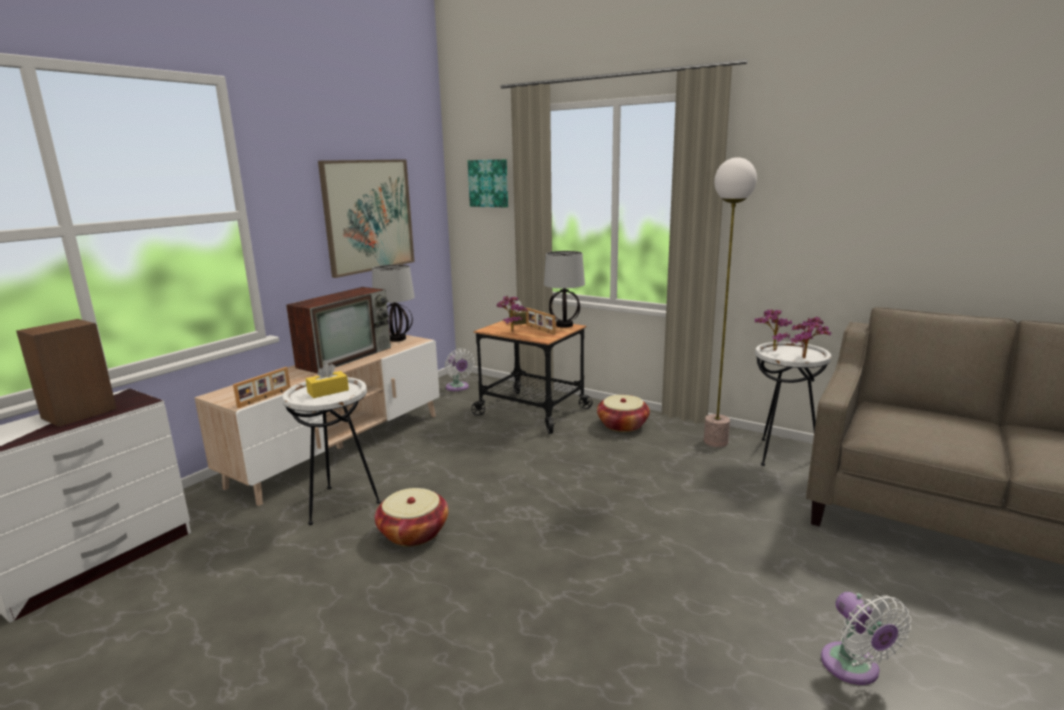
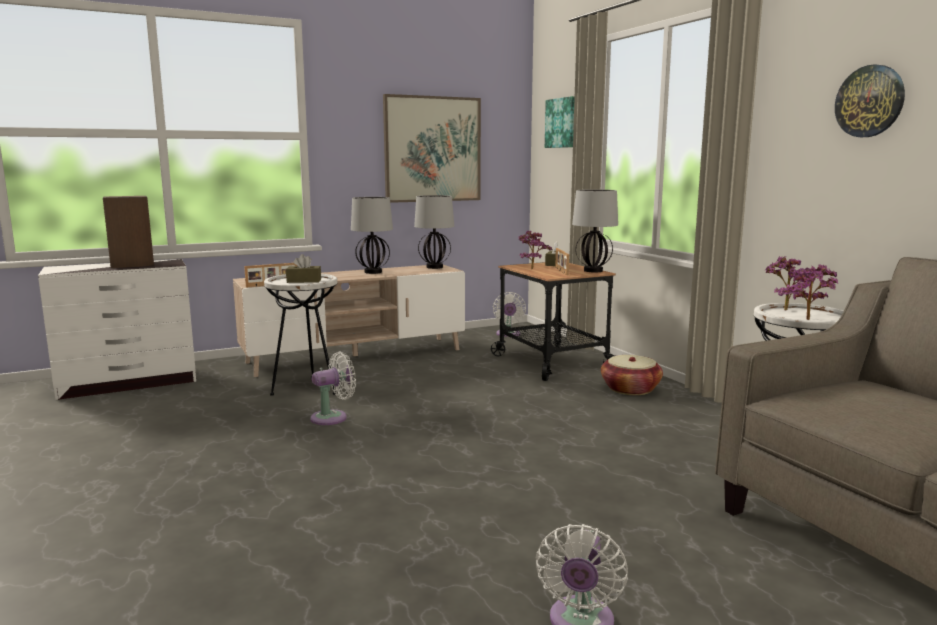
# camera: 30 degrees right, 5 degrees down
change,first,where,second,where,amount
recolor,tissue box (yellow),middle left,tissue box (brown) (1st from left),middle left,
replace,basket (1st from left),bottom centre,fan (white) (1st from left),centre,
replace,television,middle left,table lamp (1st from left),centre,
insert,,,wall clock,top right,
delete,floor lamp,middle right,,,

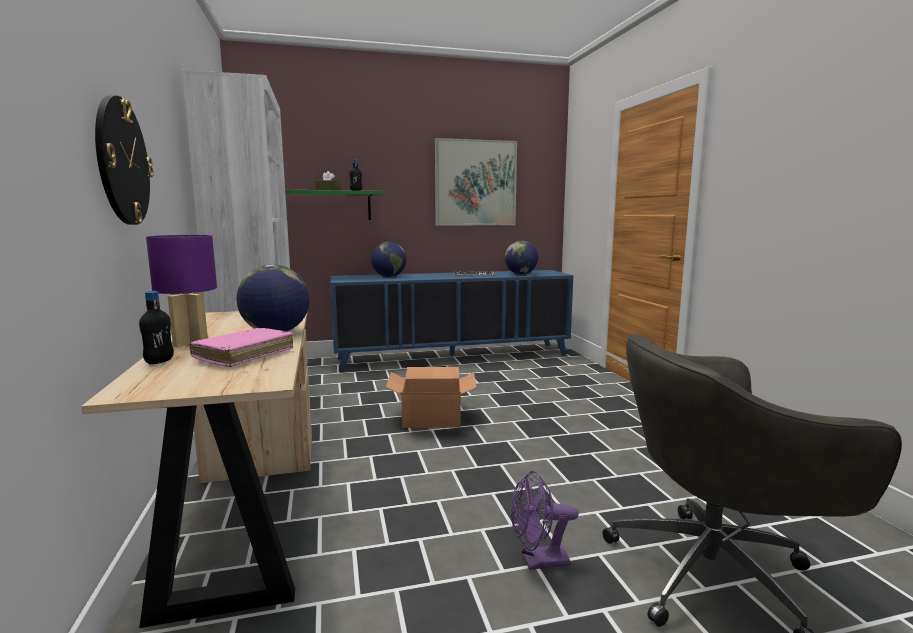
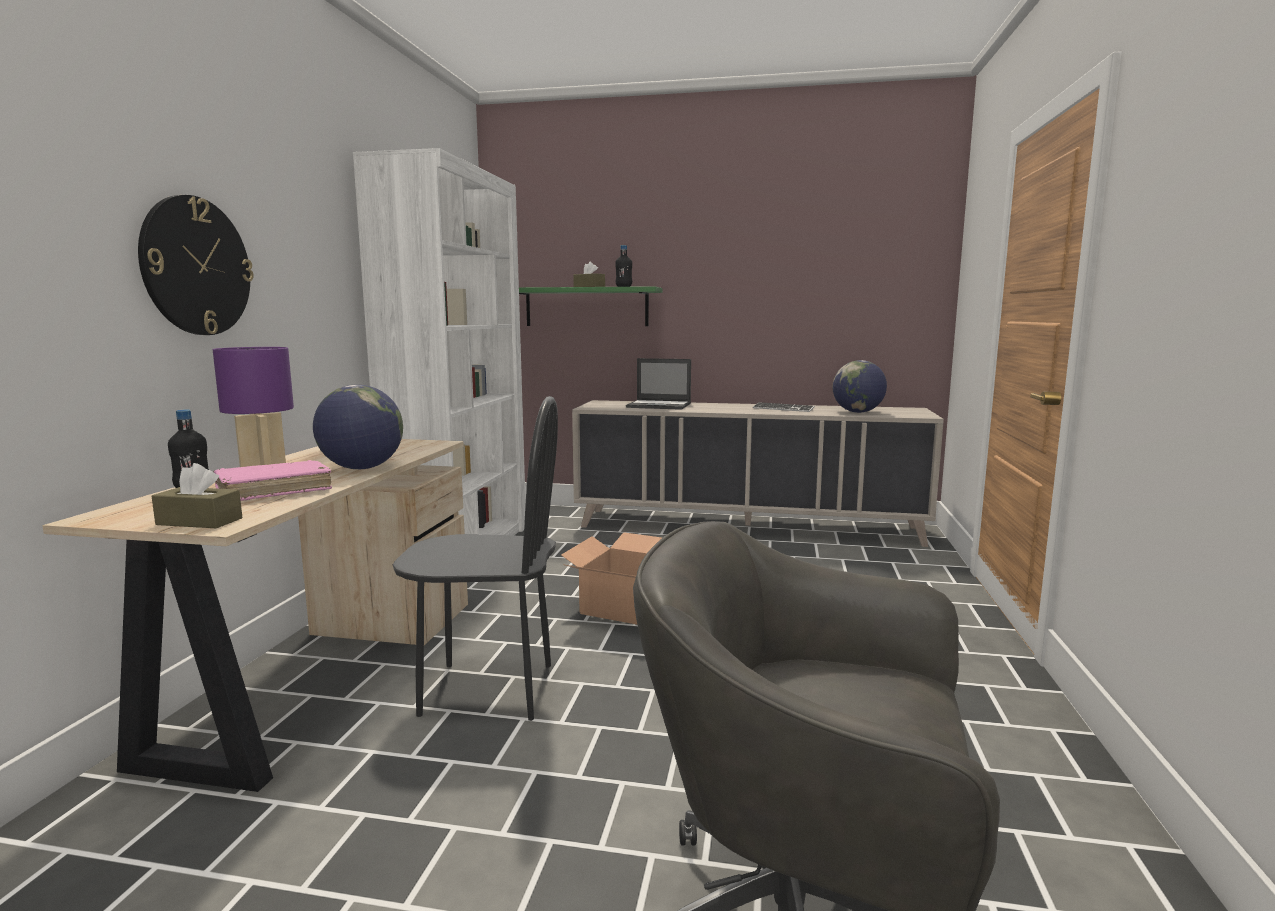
# camera: 25 degrees right, 0 degrees up
change,first,where,second,where,amount
insert,,,tissue box (brown) (1st from left),middle left,
insert,,,chair (black),centre,
recolor,cabinet (blue),centre,cabinet (beige),centre,
replace,globe (2nd from left),centre,laptop,centre,
delete,picture,top centre,,,
delete,fan (purple),bottom centre,,,

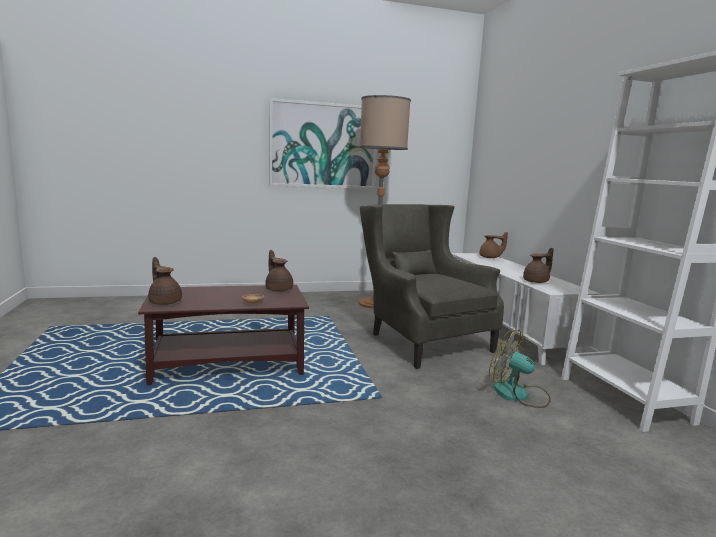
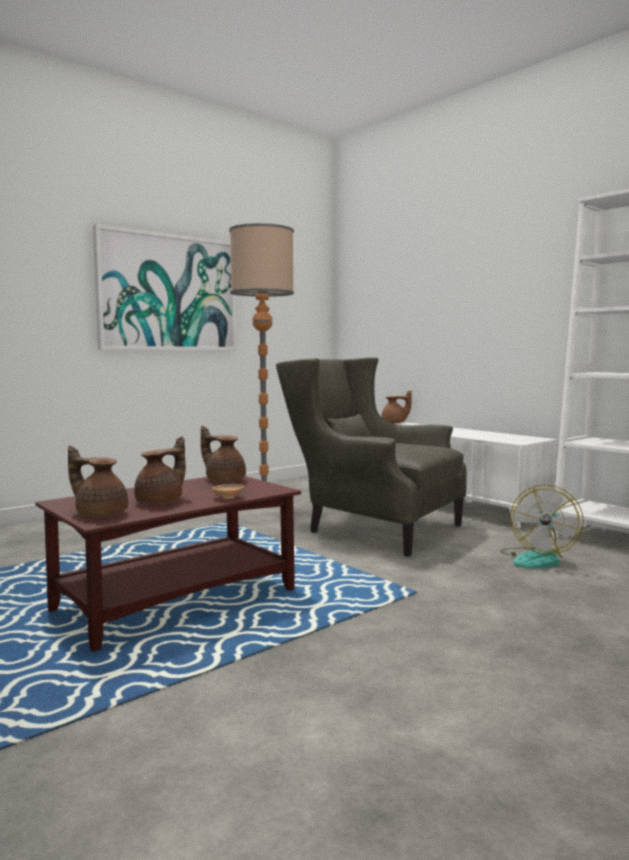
# camera: 25 degrees left, 5 degrees down
change,first,where,second,where,amount
move,teapot (brown) (4th from left in the first image),middle right,teapot (brown) (2nd from left),middle left,
rotate,fan,bottom right,,middle right,75 degrees counterclockwise

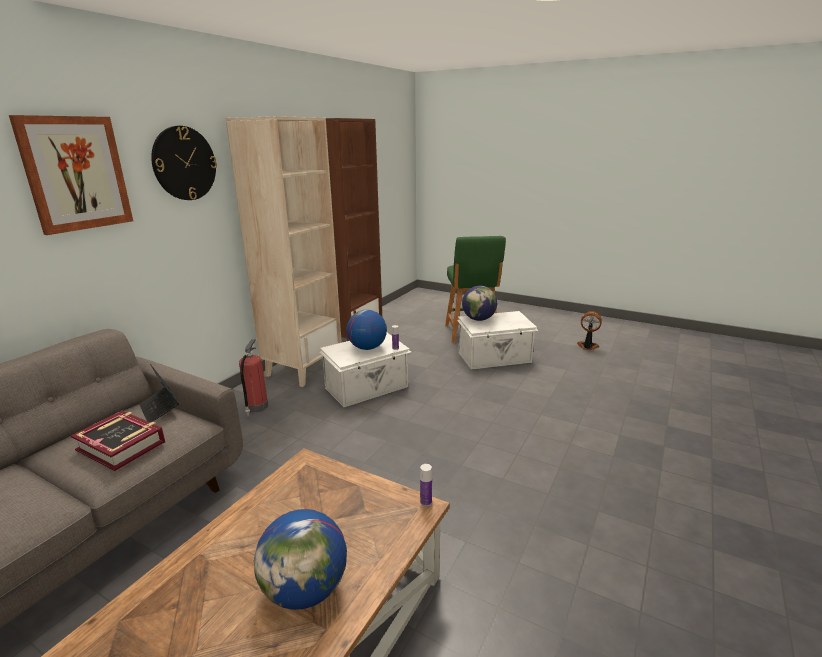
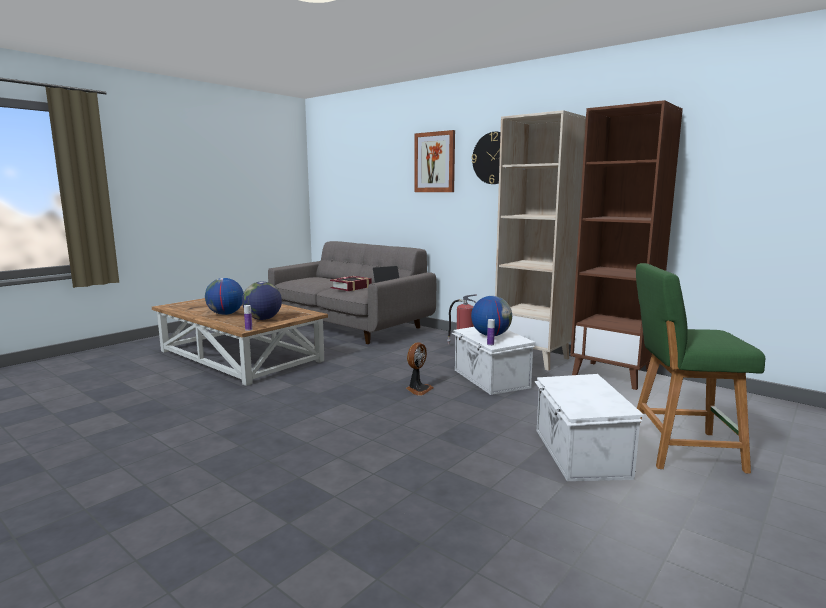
# camera: 100 degrees right, 10 degrees down
change,first,where,second,where,amount
move,globe (3rd from left in the first image),centre,globe (2nd from left),middle left,
move,fan,middle right,,centre,

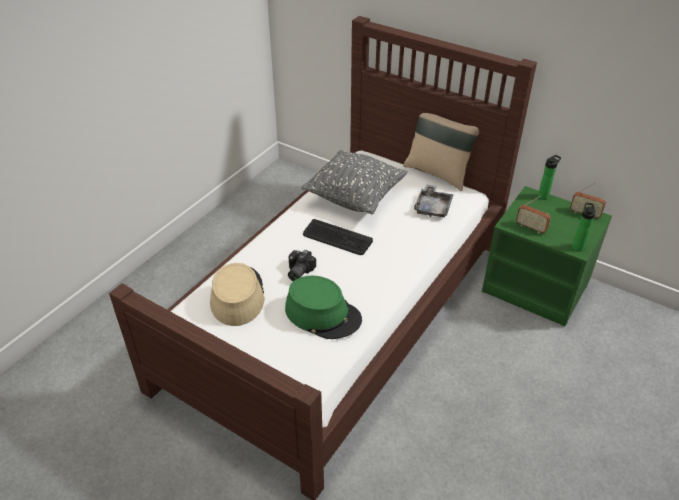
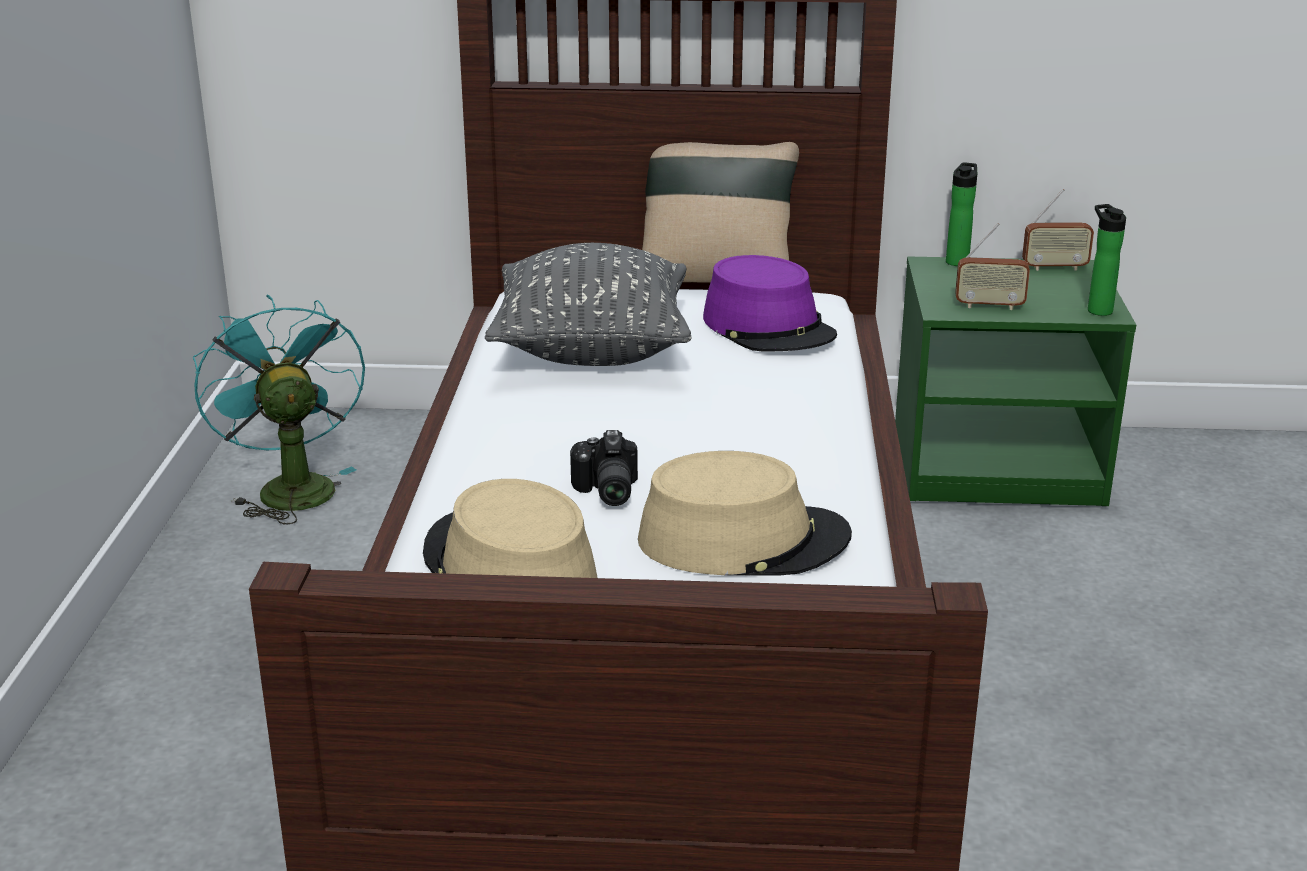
# camera: 30 degrees left, 15 degrees down
change,first,where,second,where,amount
insert,,,fan (turquoise),middle left,
recolor,hat (green),centre,hat (beige) (2nd from left),centre,
replace,tray (grey),centre,hat (purple),centre,
delete,keyboard,centre,,,

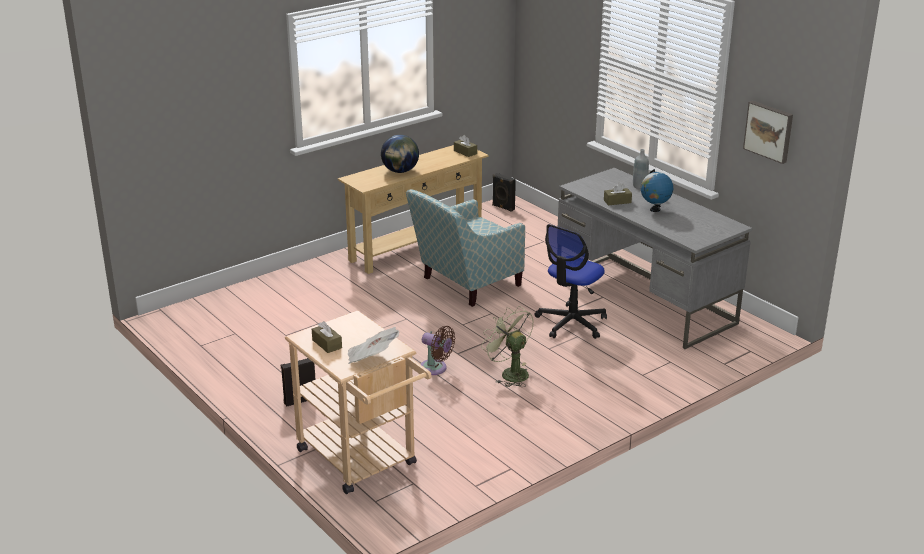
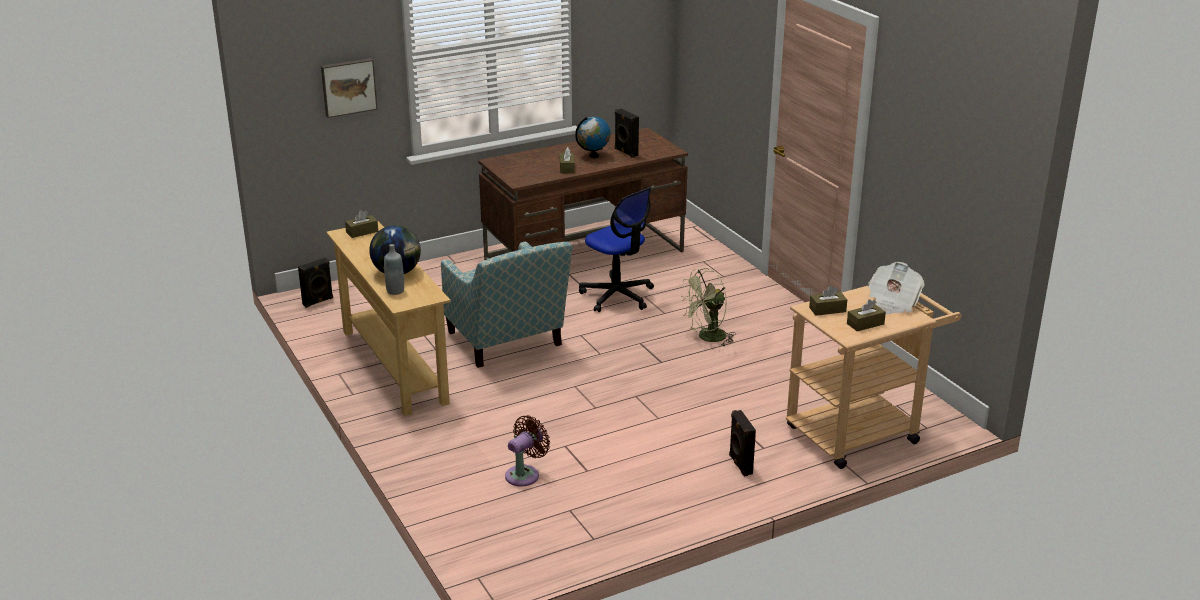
# camera: 80 degrees left, 0 degrees up
change,first,where,second,where,amount
move,picture,top right,,top left,
move,bottle (grey),top right,,middle left,
recolor,desk (grey),middle right,desk (brown),top centre,
move,fan (brown),centre,,bottom centre,
insert,,,speaker (black) (2nd from left),top centre,
insert,,,tissue box (brown) (3rd from left),middle right,

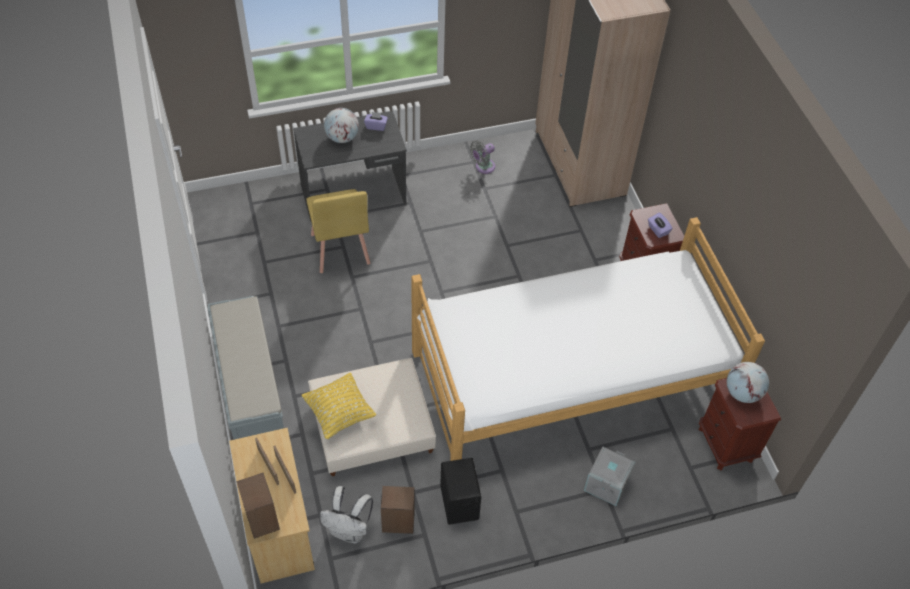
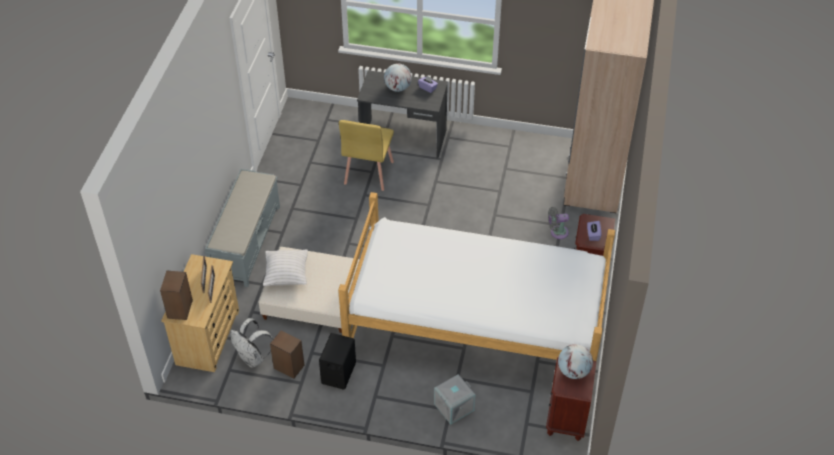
# camera: 30 degrees right, 5 degrees down
change,first,where,second,where,amount
recolor,pillow (yellow),bottom centre,pillow (white),centre,
move,fan (grey),top centre,,middle right,

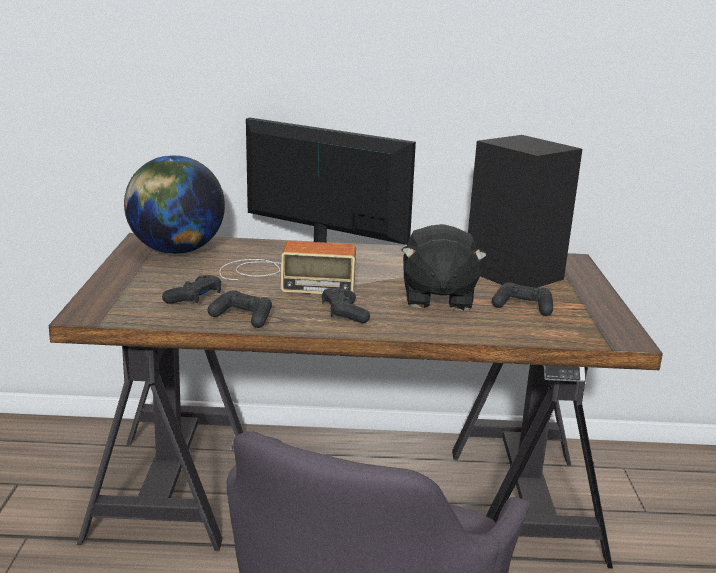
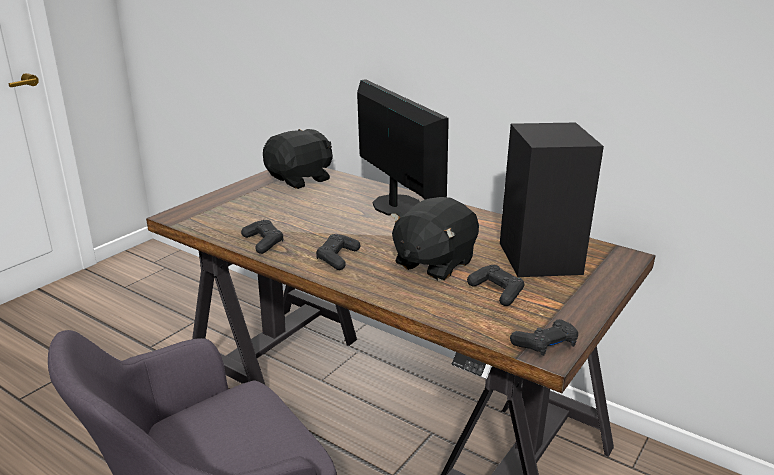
# camera: 35 degrees right, 5 degrees up
change,first,where,second,where,amount
replace,globe,middle left,plush toy (black) (1st from left),centre,
move,game controller (black) (1st from left in the first image),middle left,game controller (black) (4th from left),bottom right,
delete,radio,centre,,,

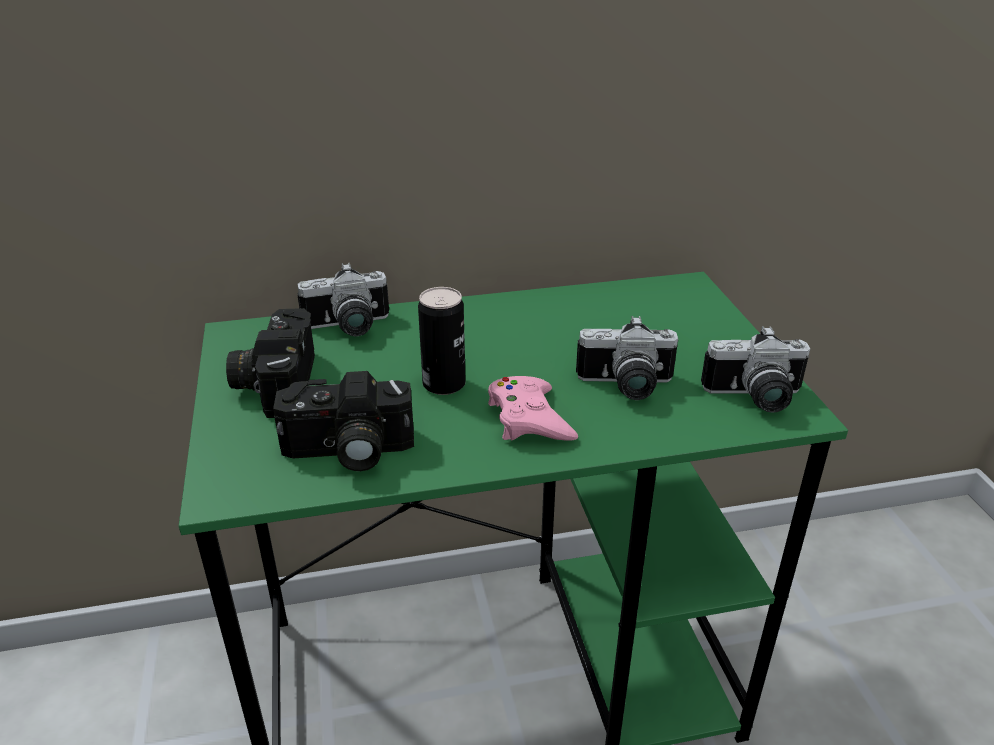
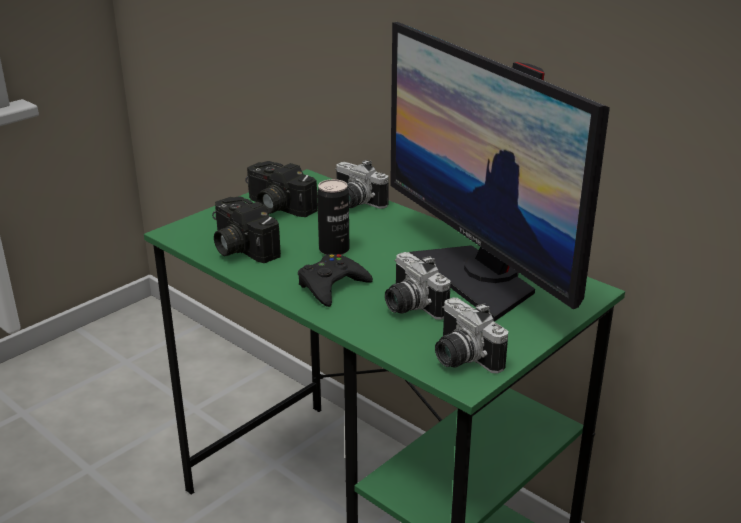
# camera: 55 degrees right, 5 degrees down
change,first,where,second,where,amount
rotate,photo camera (1st from left in the first image),middle left,photo camera (2nd from left),centre,105 degrees counterclockwise
recolor,game controller (pink),centre,game controller (black),centre,
insert,,,monitor,top right,

